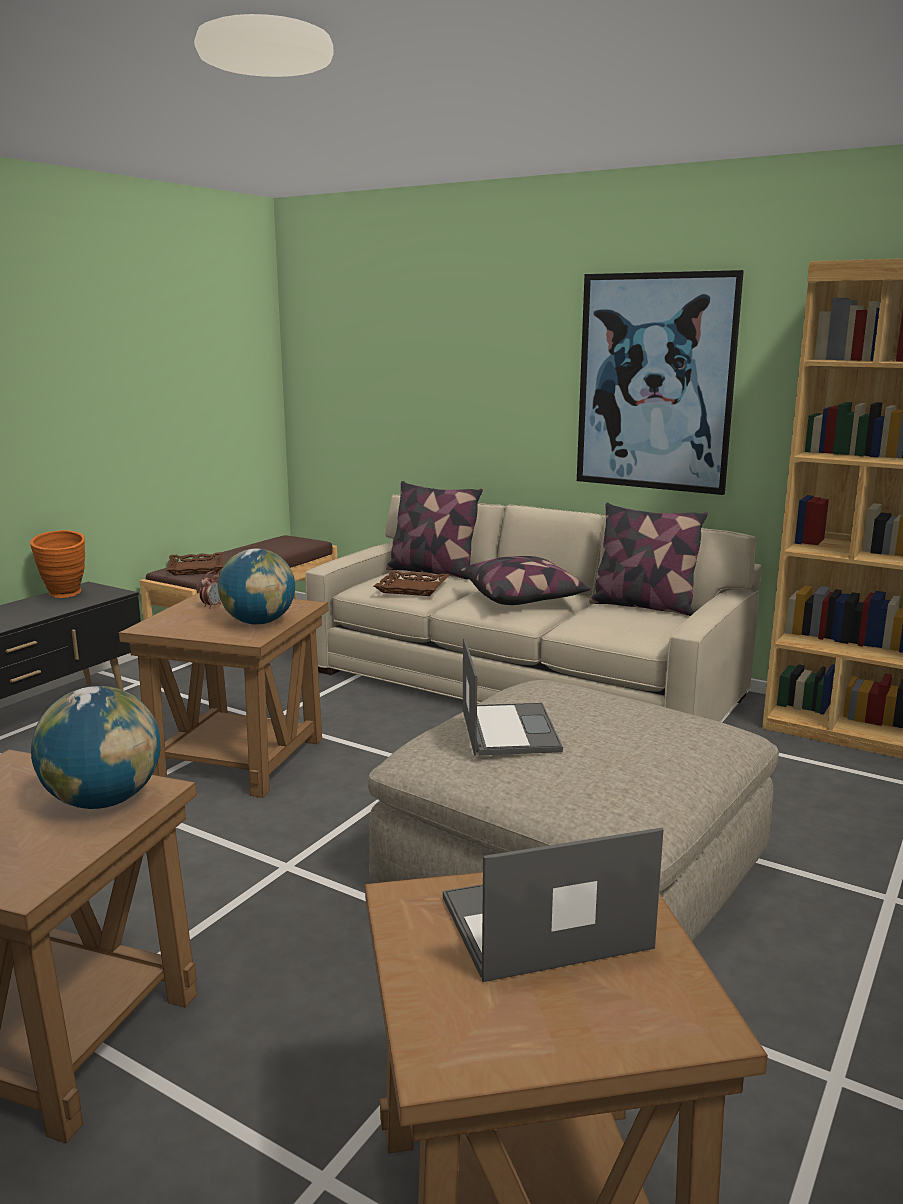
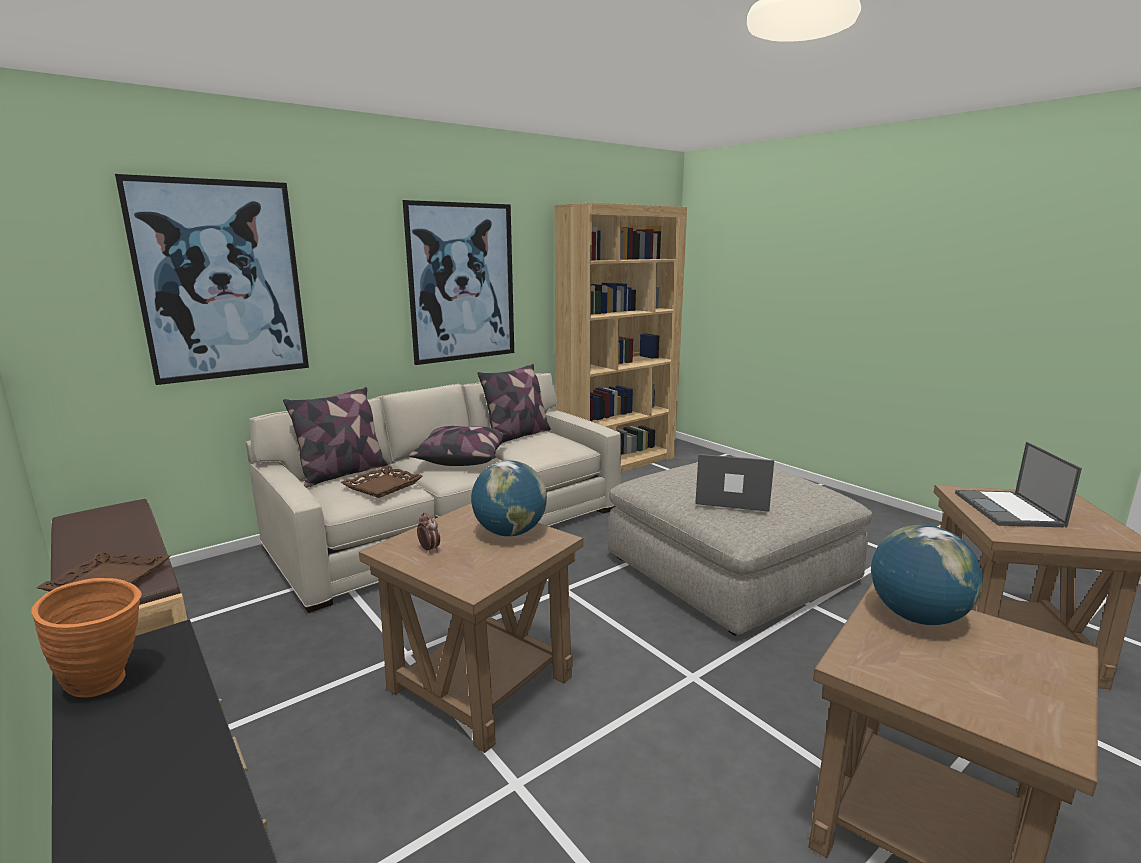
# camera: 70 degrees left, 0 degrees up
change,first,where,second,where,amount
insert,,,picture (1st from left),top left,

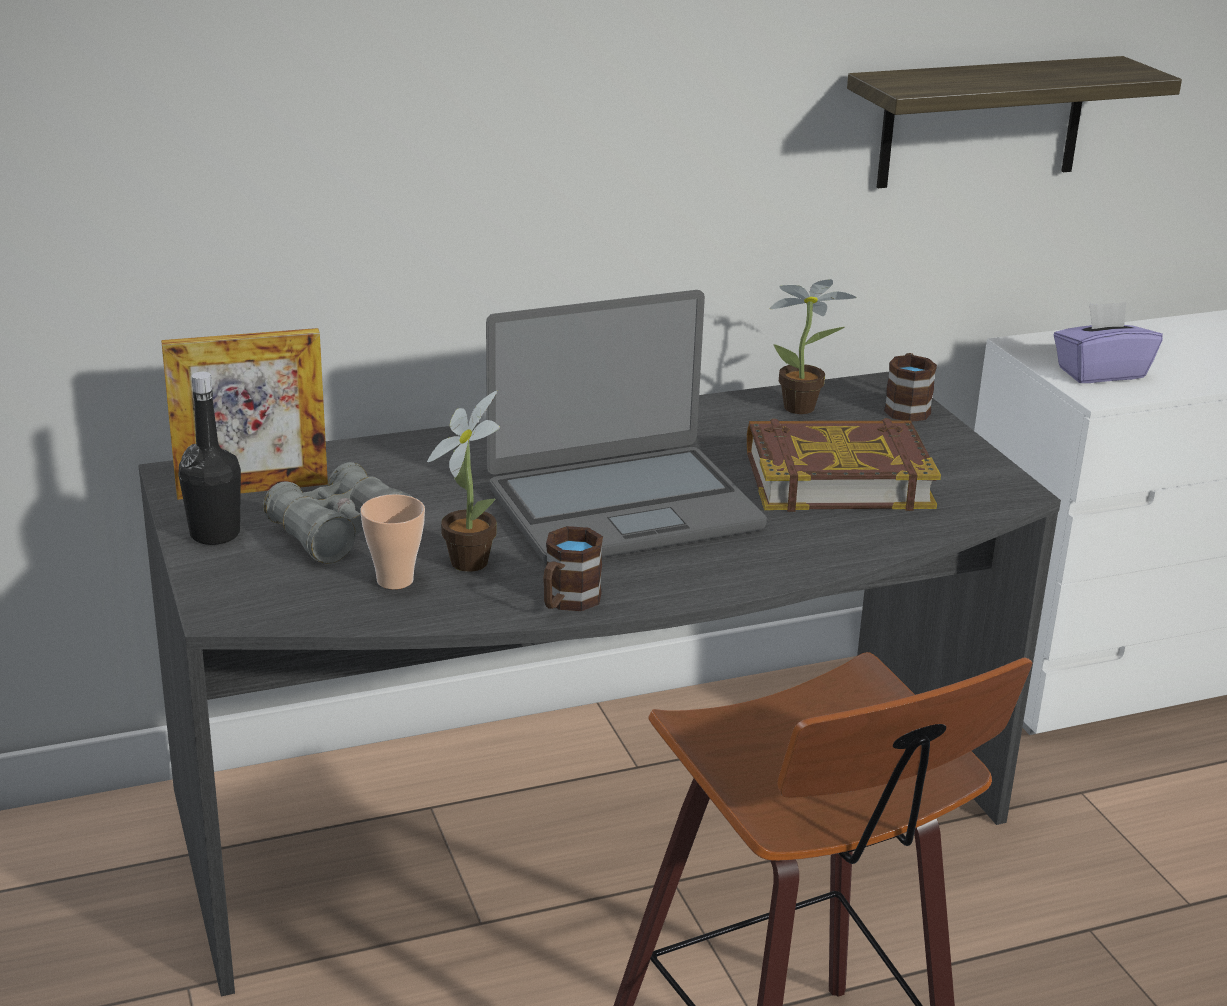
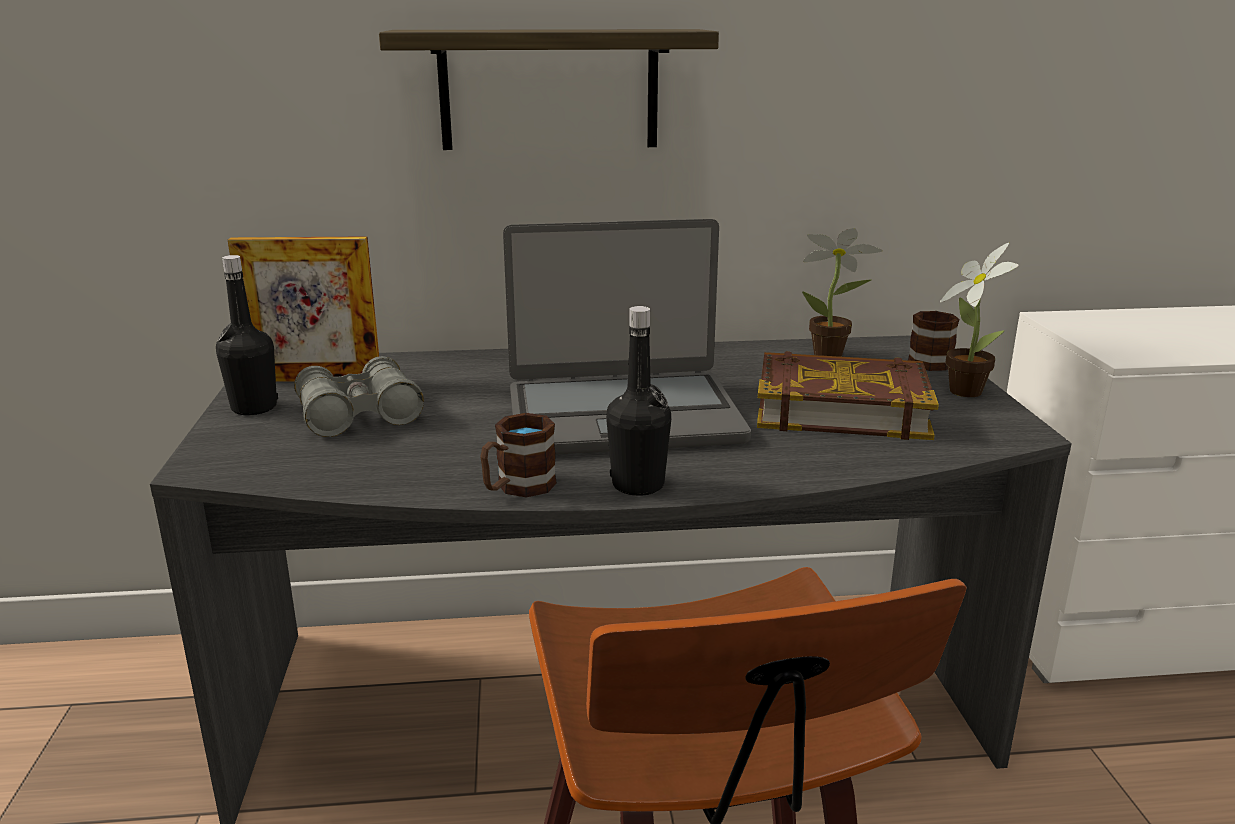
# camera: 15 degrees right, 5 degrees down
change,first,where,second,where,amount
move,shelf,top right,,top centre,
insert,,,bottle (black) (2nd from left),centre,
move,potted plant (1st from left in the first image),centre,potted plant (2nd from left),middle right,
delete,cup,middle left,,,
delete,tissue box (purple),middle right,,,

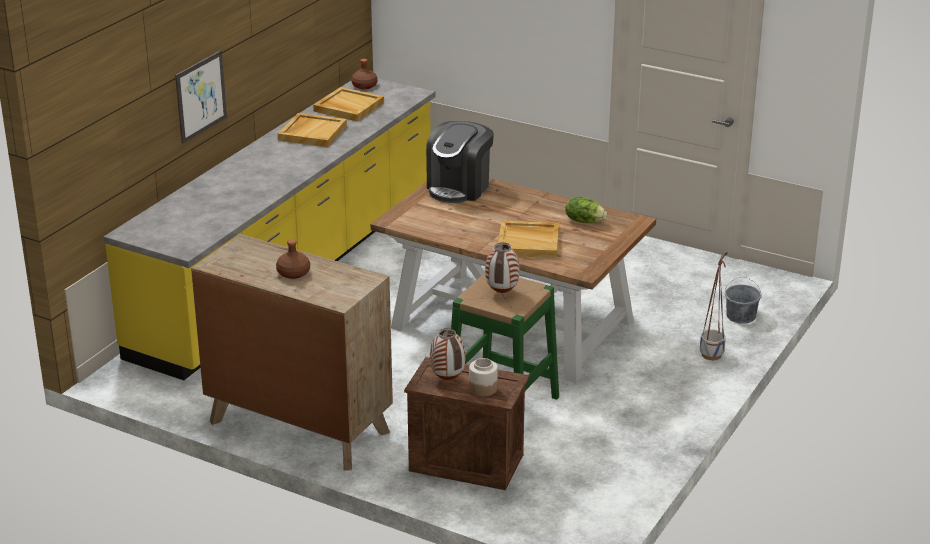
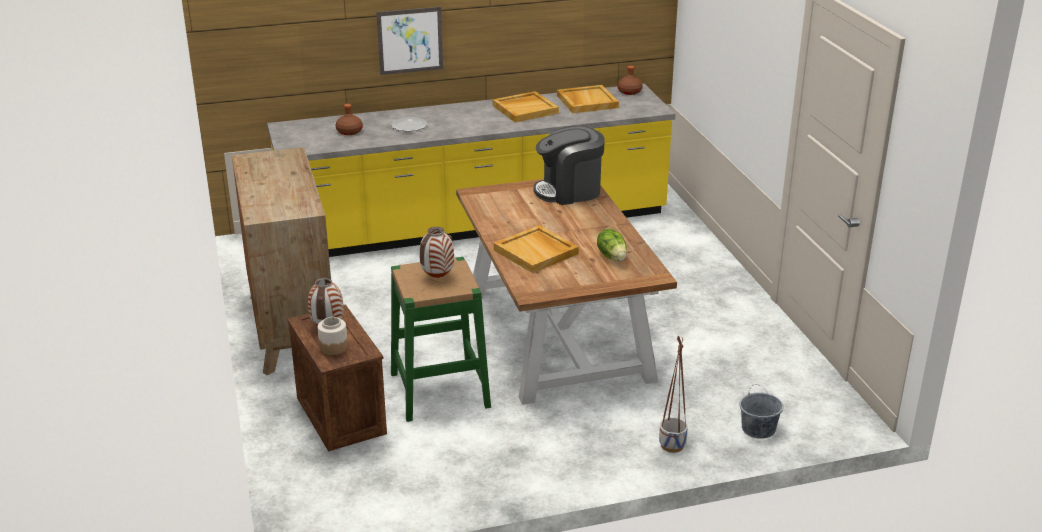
# camera: 45 degrees right, 0 degrees up
change,first,where,second,where,amount
move,bottle (brown) (1st from left),middle left,,top centre,
insert,,,plate,top centre,

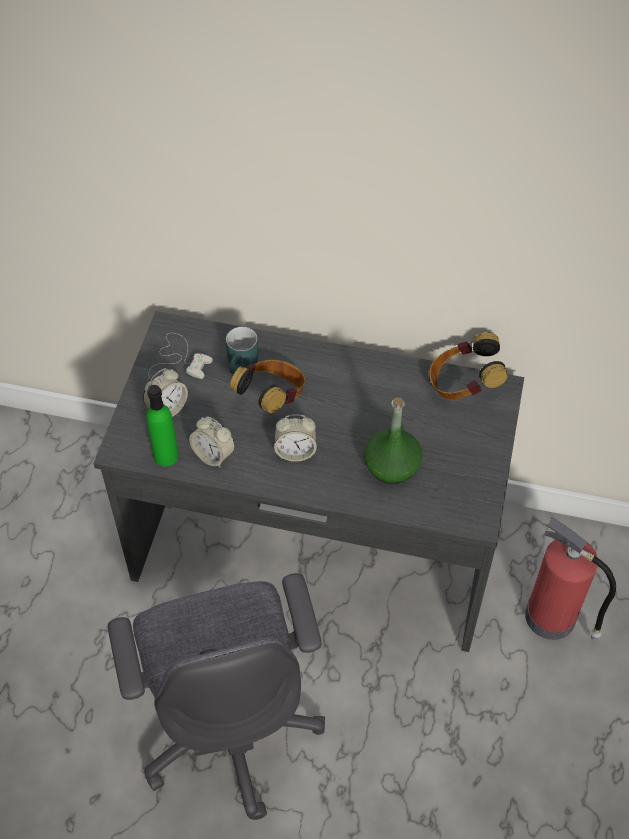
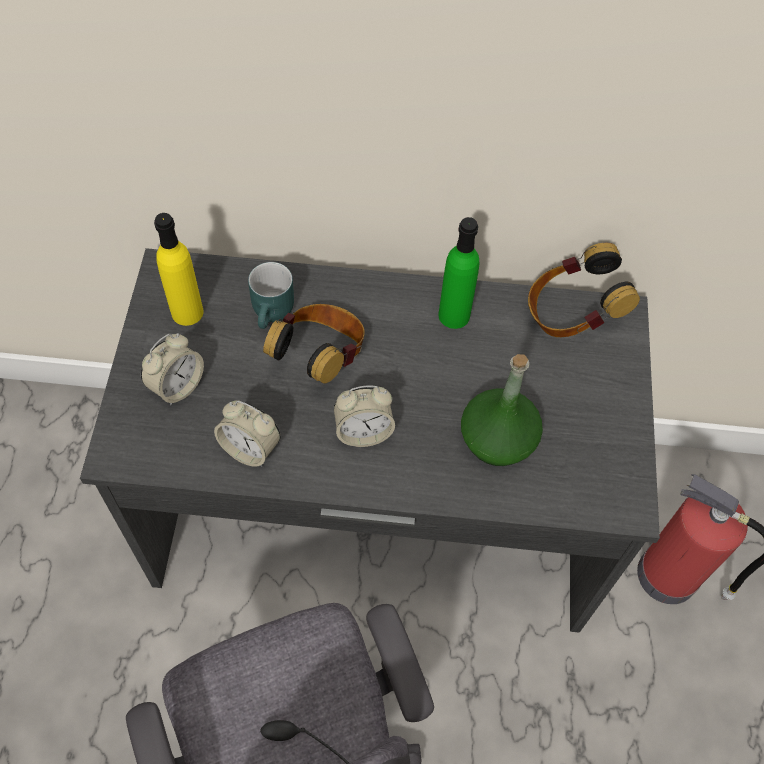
# camera: 10 degrees left, 5 degrees up
change,first,where,second,where,amount
replace,game controller (white),middle left,bottle (yellow),middle left,
move,bottle (green) (1st from left),middle left,,centre,

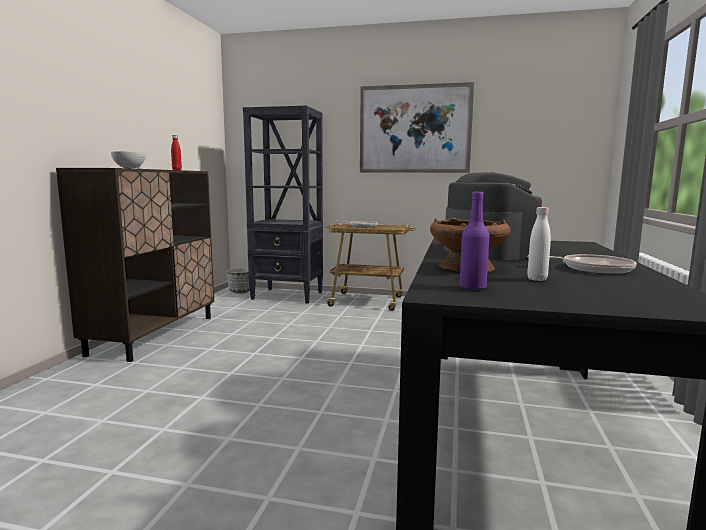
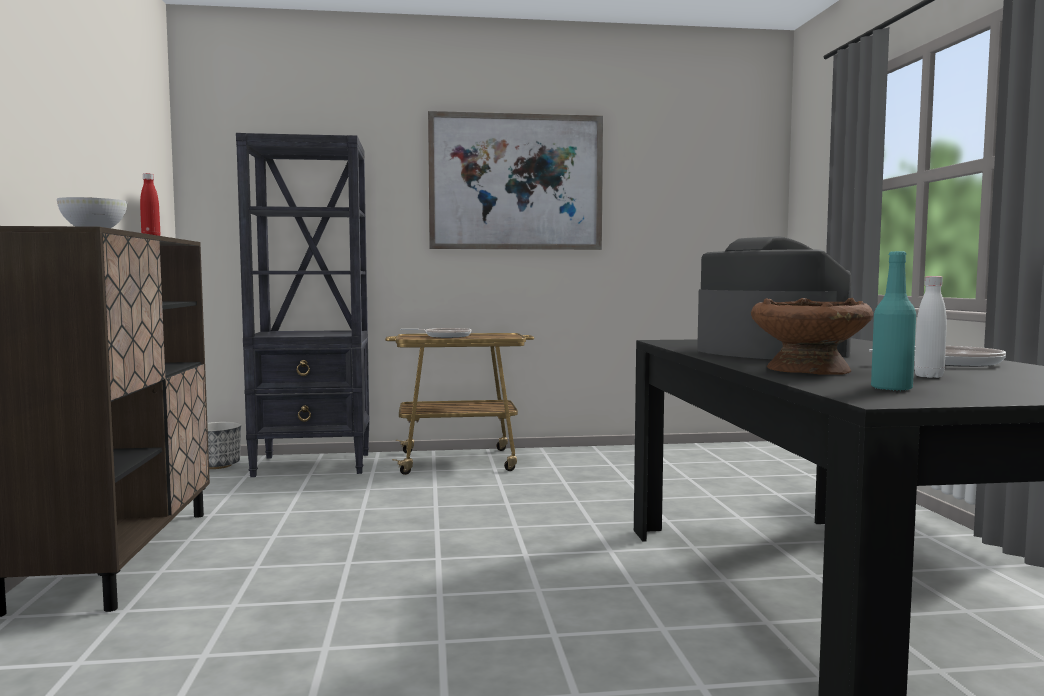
# camera: 20 degrees left, 5 degrees down
change,first,where,second,where,amount
recolor,bottle (purple),middle right,bottle (turquoise),middle right,

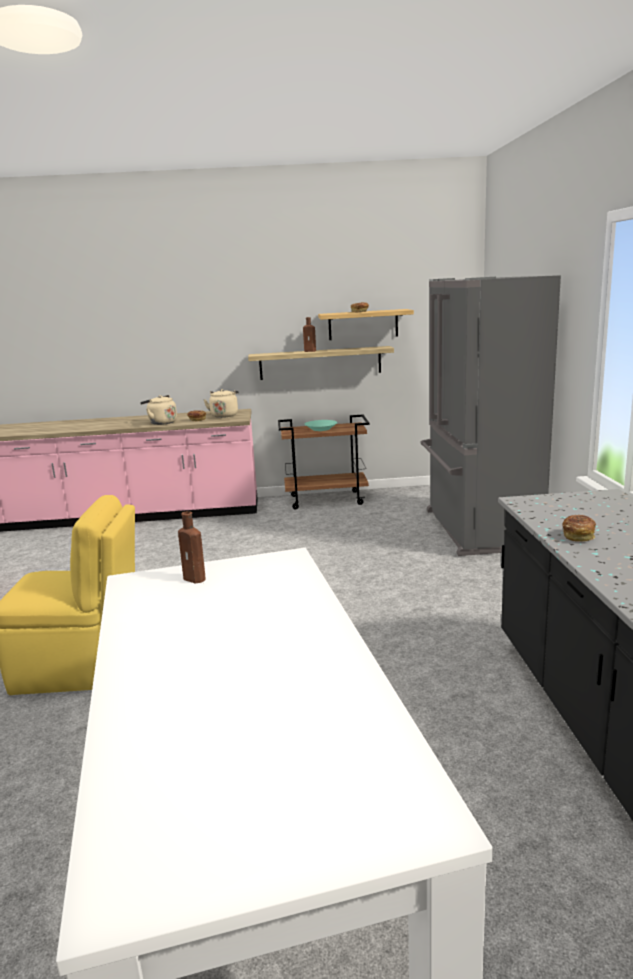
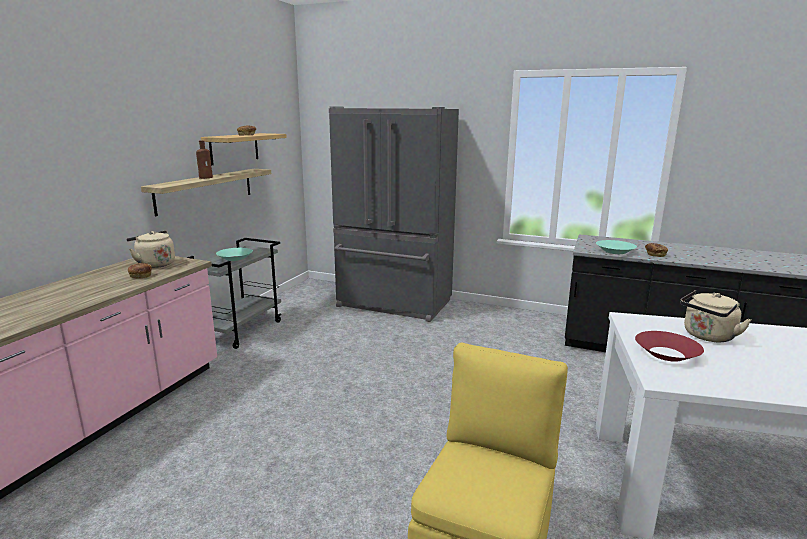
# camera: 65 degrees left, 0 degrees up
change,first,where,second,where,amount
recolor,cart (brown),centre,cart (grey),middle left,
insert,,,bowl (turquoise) (2nd from left),middle right,
replace,bottle (brown) (1st from left),middle left,bowl (red),middle right,
move,kettle (beige) (1st from left in the first image),middle left,kettle (beige) (2nd from left),middle right,

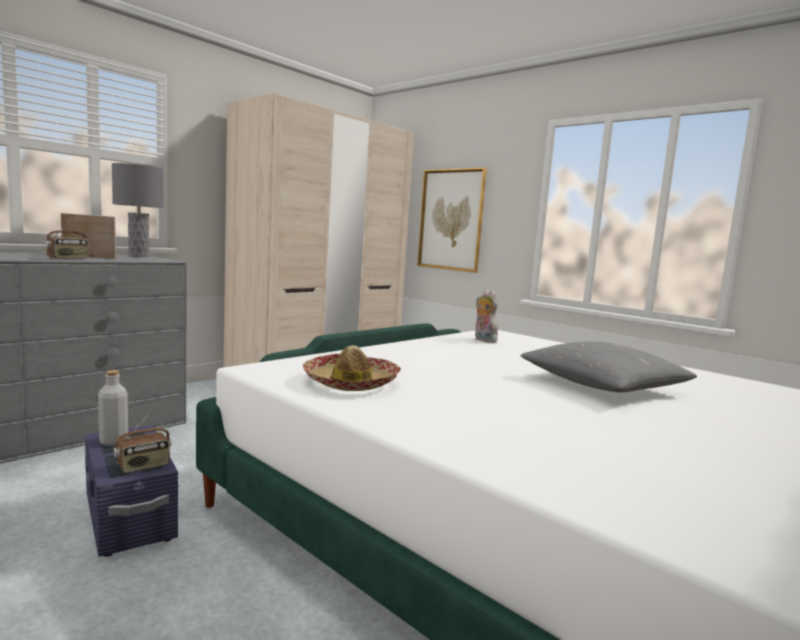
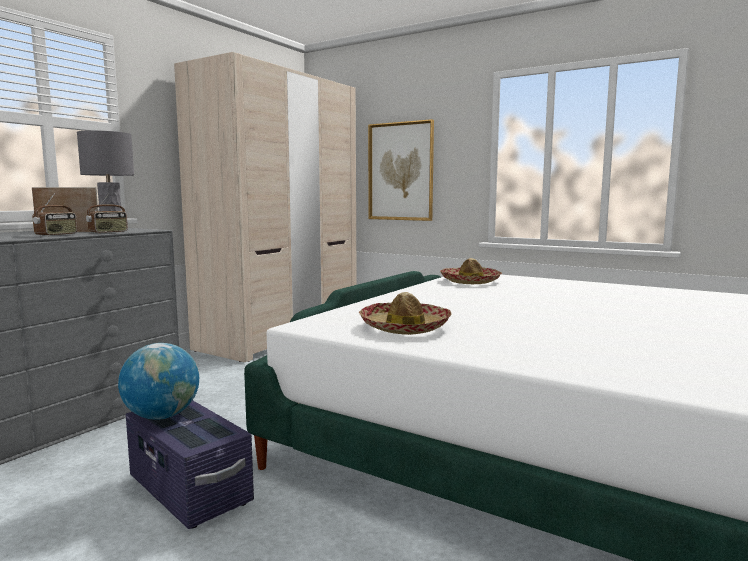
# camera: 10 degrees left, 0 degrees up
change,first,where,second,where,amount
move,radio (2nd from left),bottom left,,middle left,
replace,bottle (grey),middle left,globe,bottom left,
replace,plush toy,centre,hat (2nd from left),centre,
delete,pillow (grey),middle right,,,

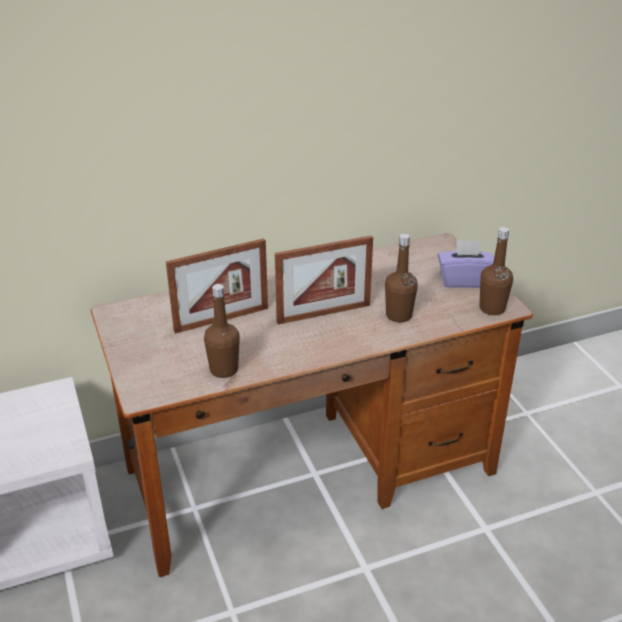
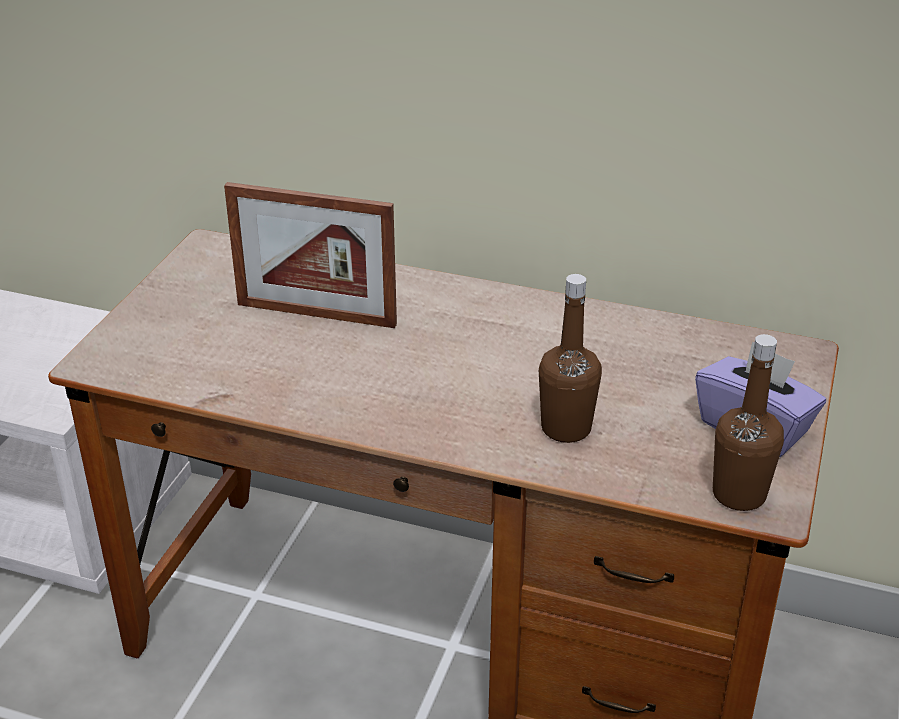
# camera: 40 degrees right, 0 degrees up
change,first,where,second,where,amount
delete,bottle (brown) (1st from left),centre,,,
delete,picture frame (2nd from left),centre,,,

